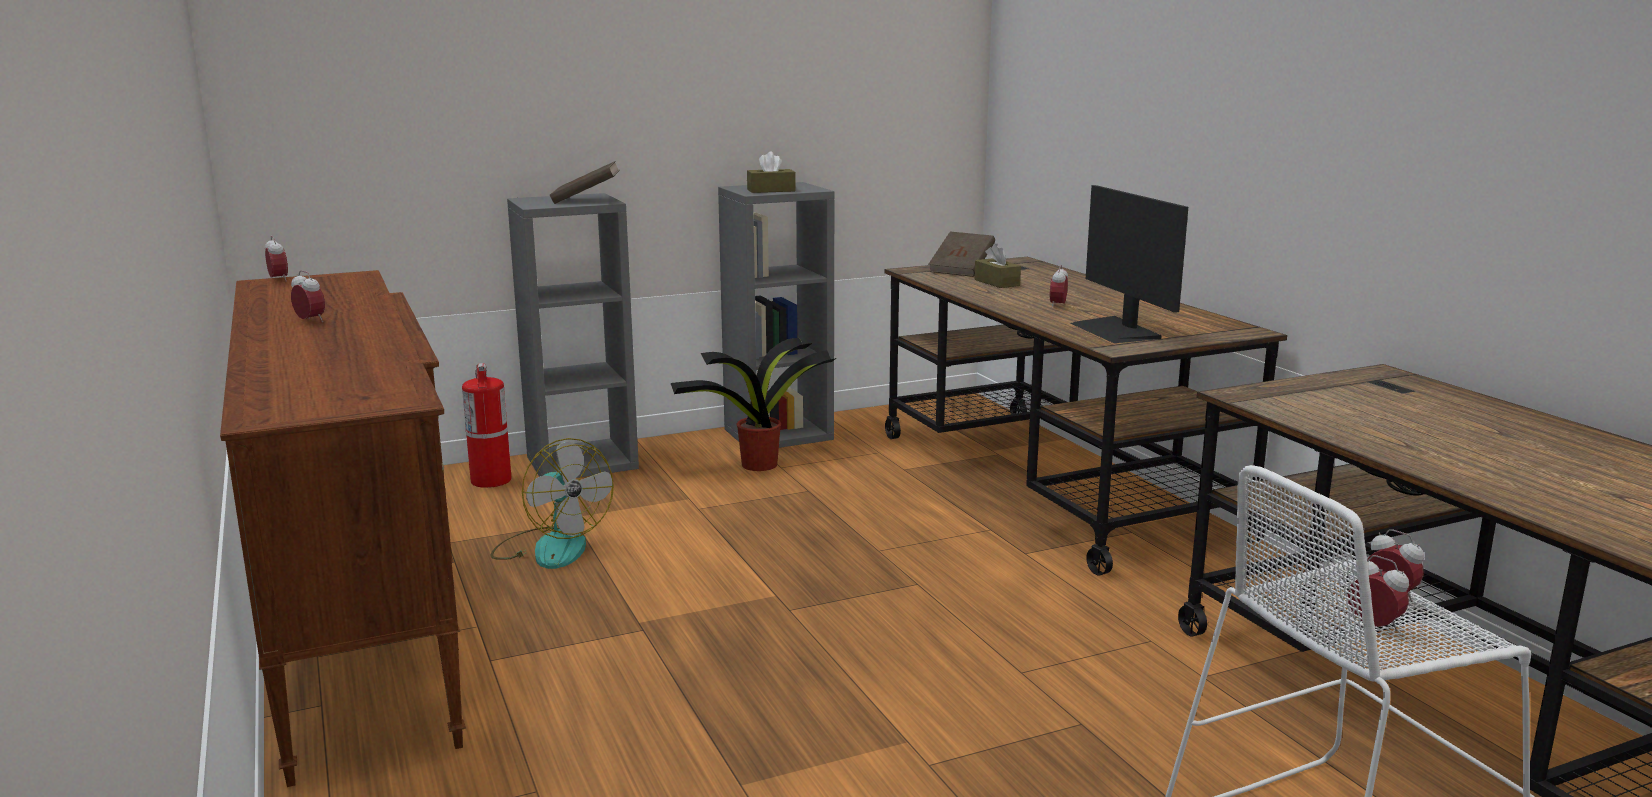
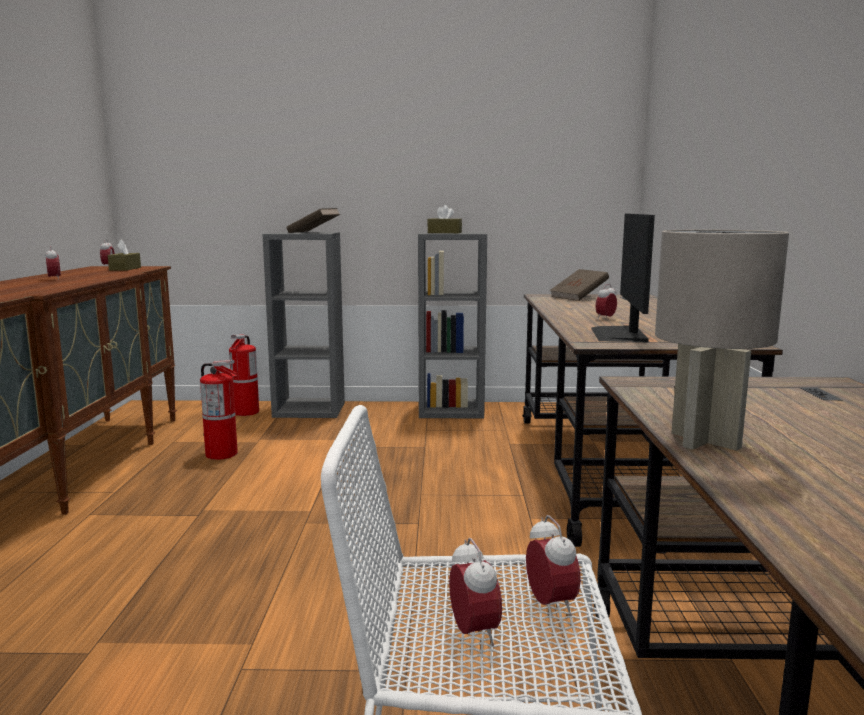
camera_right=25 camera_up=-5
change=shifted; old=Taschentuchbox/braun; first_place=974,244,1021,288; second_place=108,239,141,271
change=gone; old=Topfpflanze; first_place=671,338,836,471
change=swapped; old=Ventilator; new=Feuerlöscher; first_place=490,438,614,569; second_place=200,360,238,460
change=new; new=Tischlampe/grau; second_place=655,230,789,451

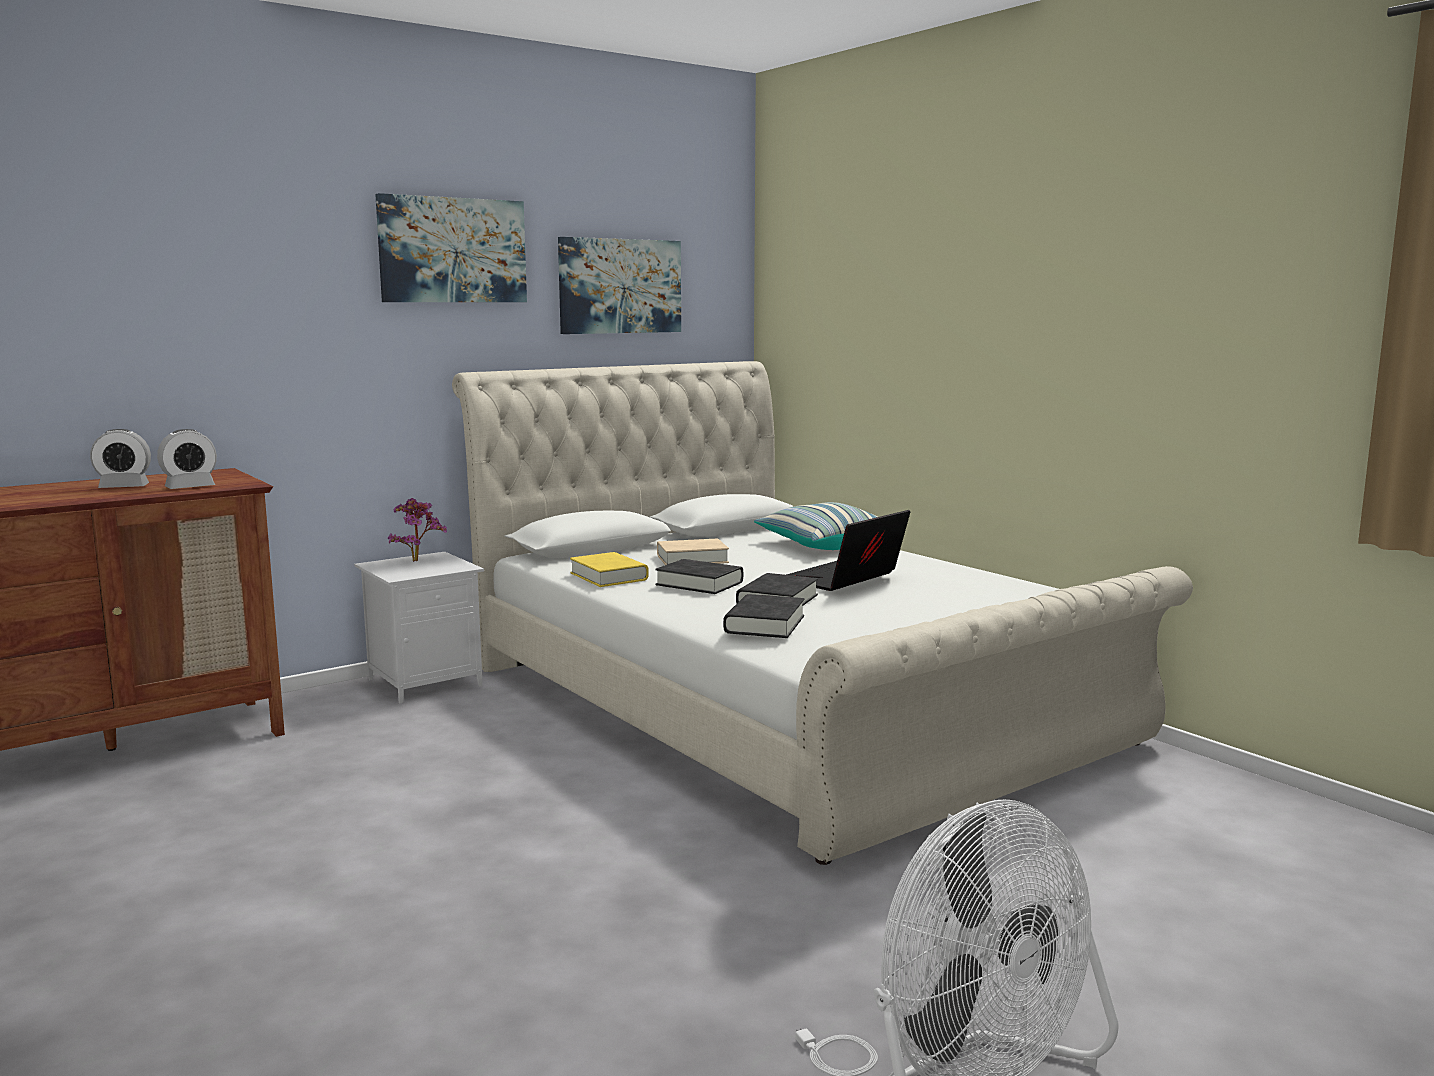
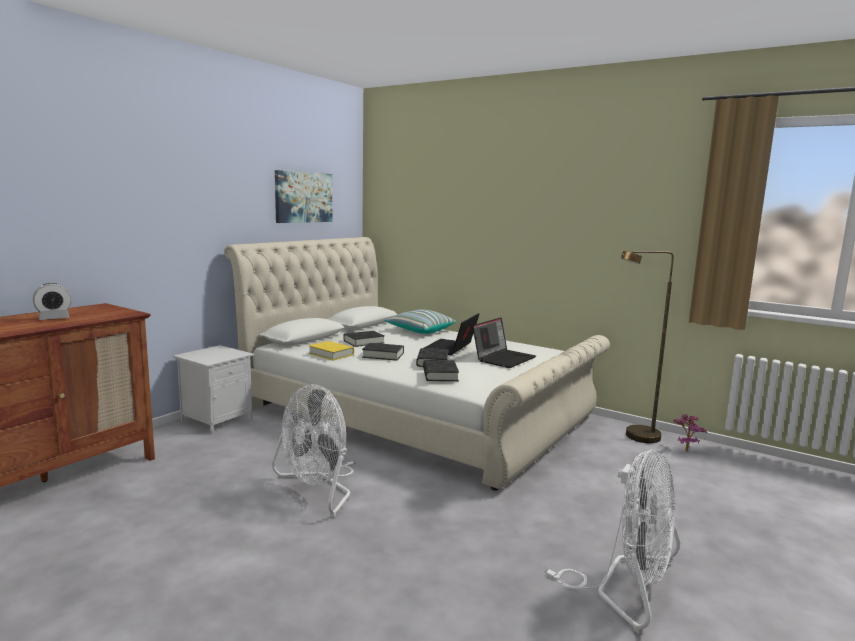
camera_right=-20 camera_up=0
change=gone; old=Bild; first_place=375,193,527,302
change=gone; old=Wecker; first_place=157,429,217,489
change=shifted; old=Topfpflanze; first_place=388,498,447,562; second_place=673,414,707,452
change=repainted; old=Buch/beige; new=Buch/schwarz; first_place=657,538,729,565; second_place=344,331,384,347
change=new; new=Stehlampe/braun; second_place=621,251,674,443
change=new; new=Laptop; second_place=472,317,536,368
change=new; new=Ventilator/weiß; second_place=271,384,355,518

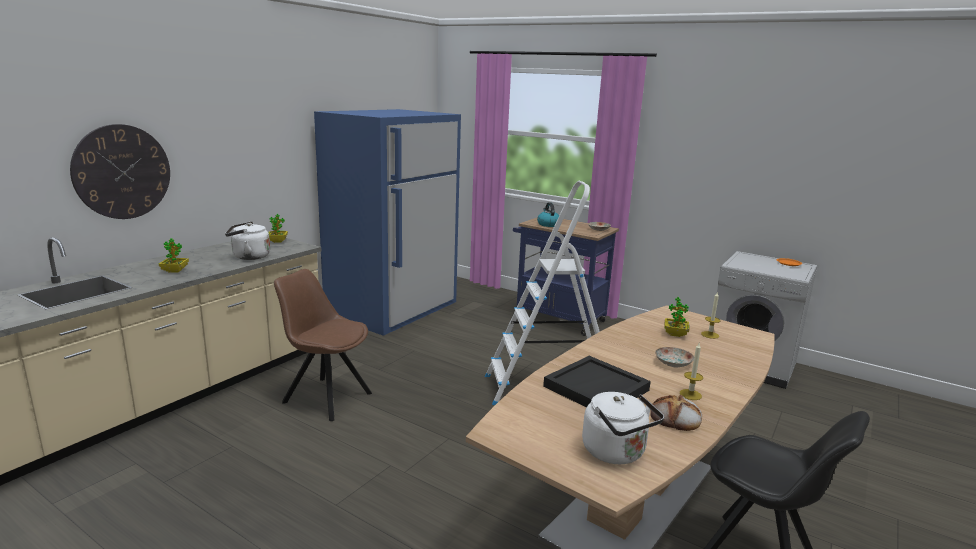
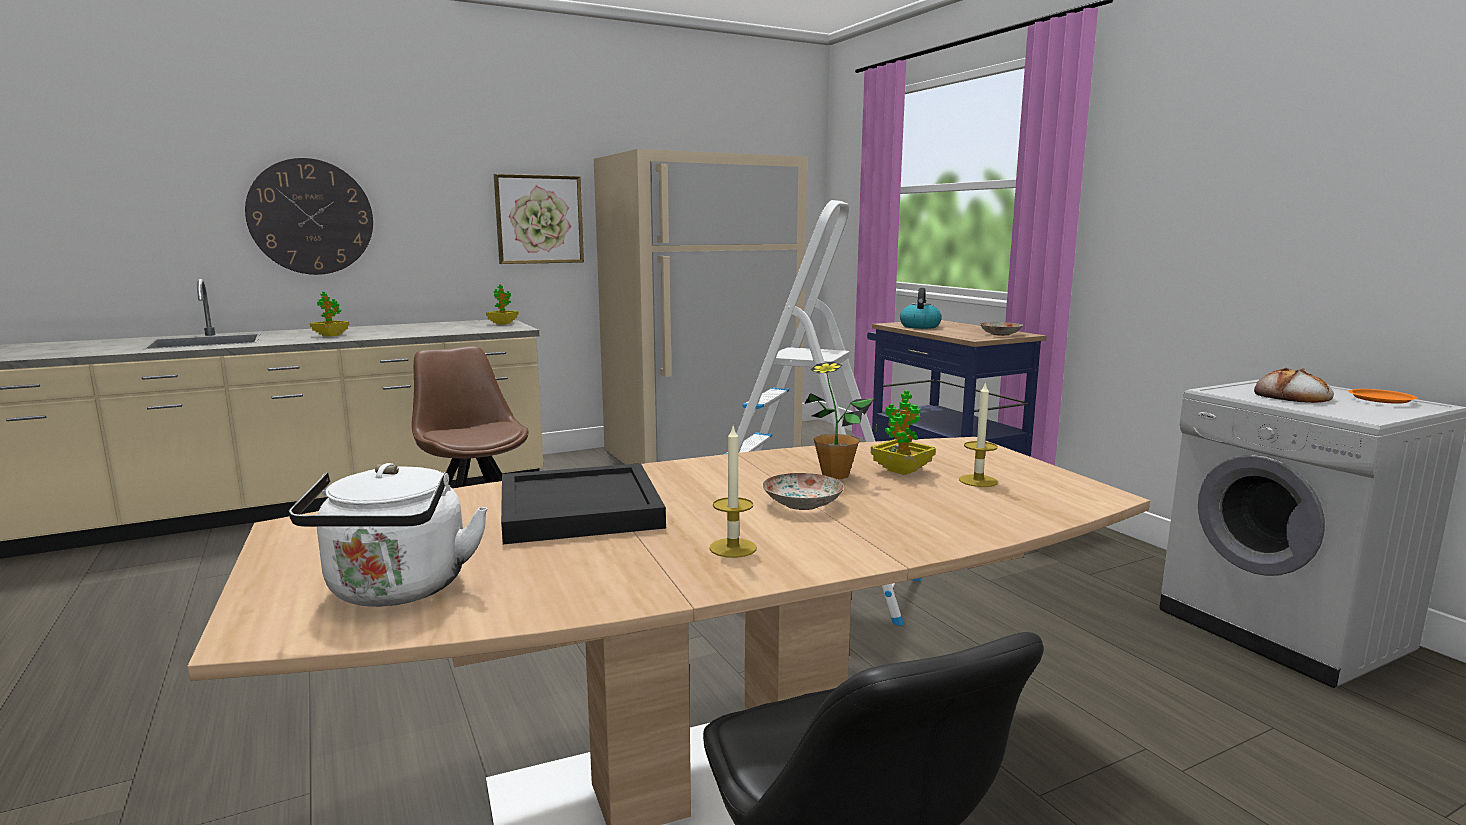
camera_right=30 camera_up=-5
change=repainted; old=Kühlschrank/blau; new=Kühlschrank/beige; first_place=314,109,461,336; second_place=594,149,807,464
change=gone; old=Wasserkessel/weiß; first_place=225,222,270,260
change=shifted; old=Brot; first_place=650,395,702,431; second_place=1254,368,1334,403
change=new; new=Bild; second_place=494,174,584,264
change=new; new=Topfpflanze; second_place=804,362,874,479

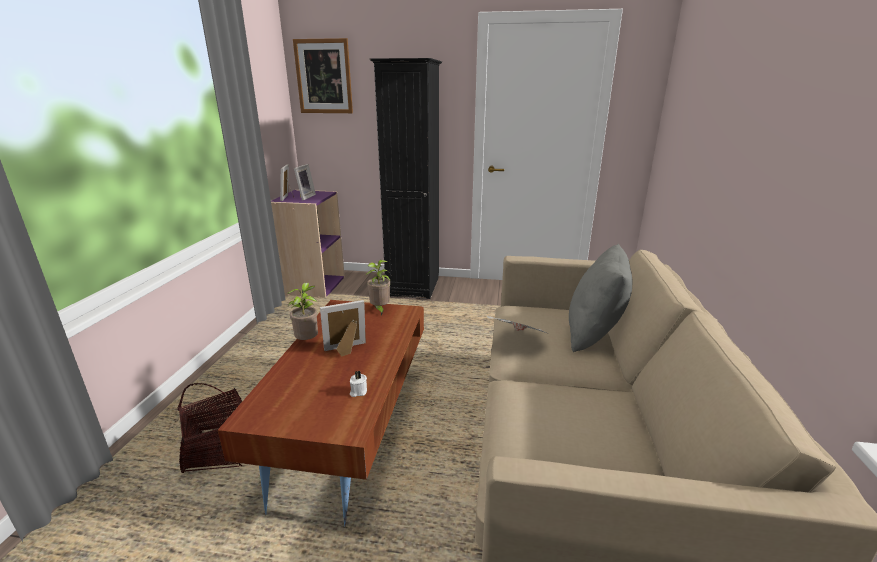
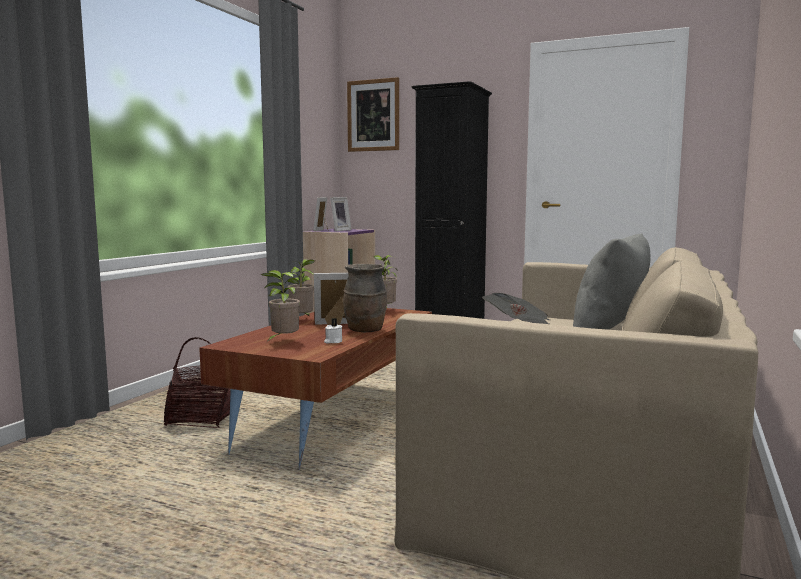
camera_right=15 camera_up=-15
change=new; new=Vase/braun; second_place=343,264,387,332
change=new; new=Topfpflanze; second_place=261,270,300,342

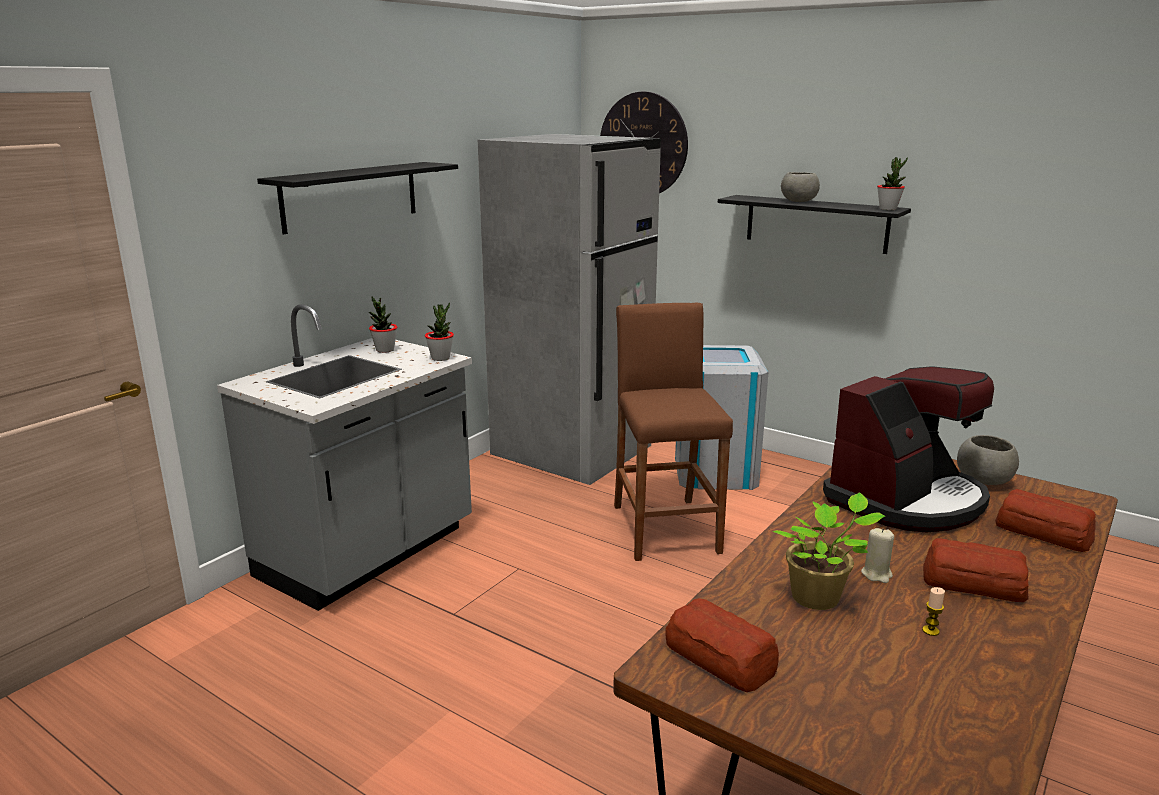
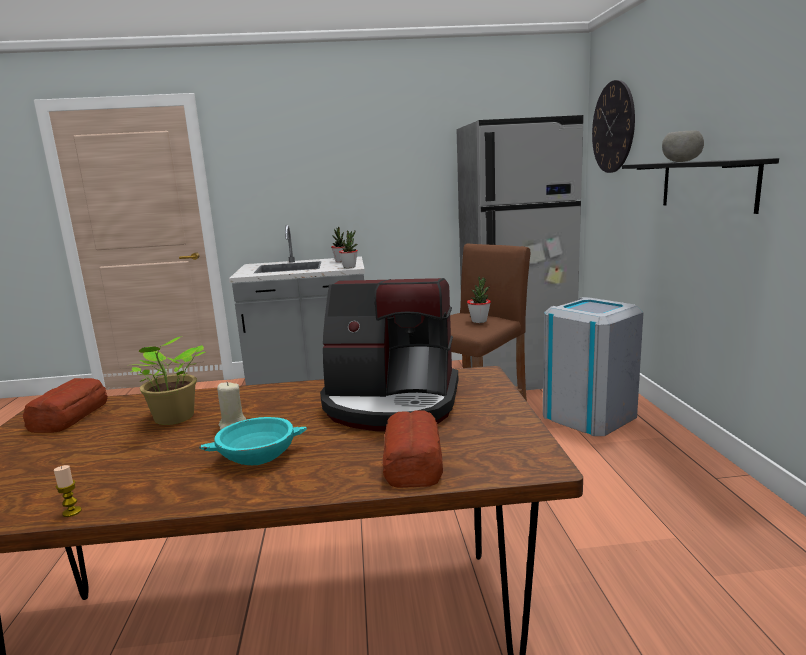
camera_right=50 camera_up=-5
change=shifted; old=Topfpflanze; first_place=877,157,908,210; second_place=467,276,491,323
change=gone; old=Wandregal/schwarz; first_place=257,162,458,235
change=gone; old=Schüssel/grau; first_place=957,435,1019,485
change=swapped; old=Brot; new=Schüssel/türkis; first_place=923,538,1029,602; second_place=199,417,307,465
change=shifted; old=Kerze; first_place=922,587,945,636; second_place=54,465,82,517

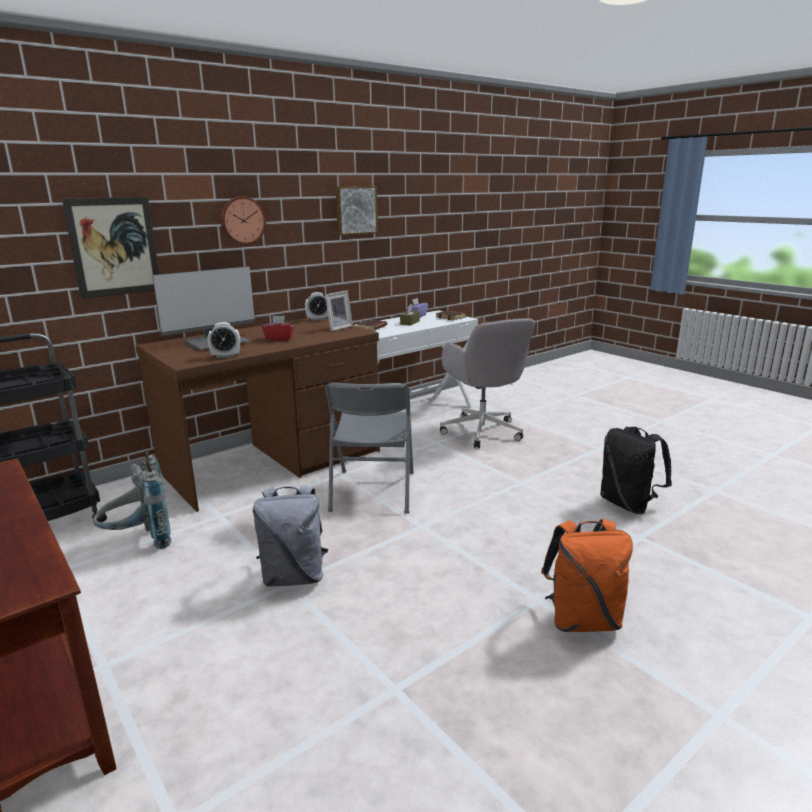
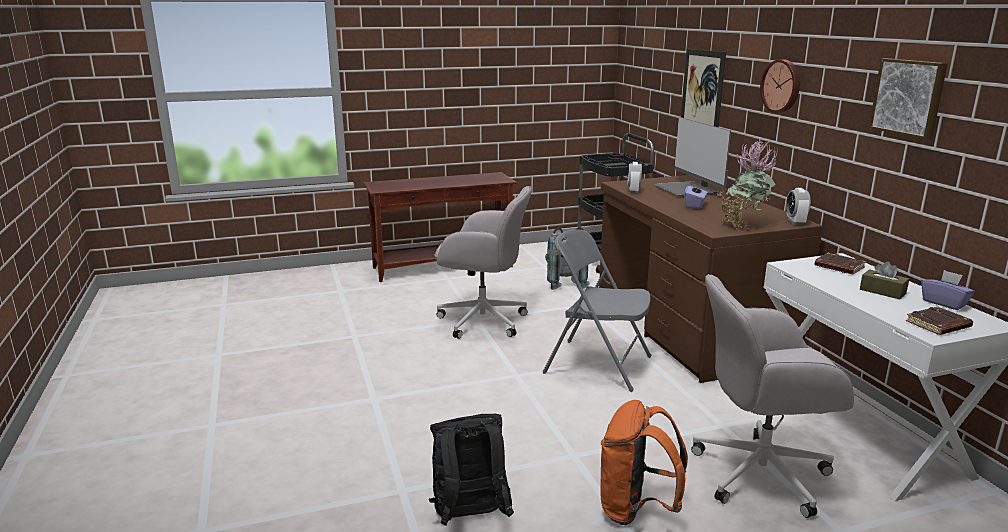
camera_right=110 camera_up=0
change=swapped; old=Bilderrahmen; new=Topfpflanze; first_place=325,290,353,331; second_place=717,141,778,229
change=repainted; old=Taschentuchbox/rot; new=Taschentuchbox/lila; first_place=262,316,295,340; second_place=684,183,707,209
change=swapped; old=Rucksack/grau; new=Bürostuhl/grau; first_place=253,485,328,587; second_place=434,186,532,339
change=shifted; old=Rucksack/orange; first_place=541,519,633,632; second_place=600,400,688,525

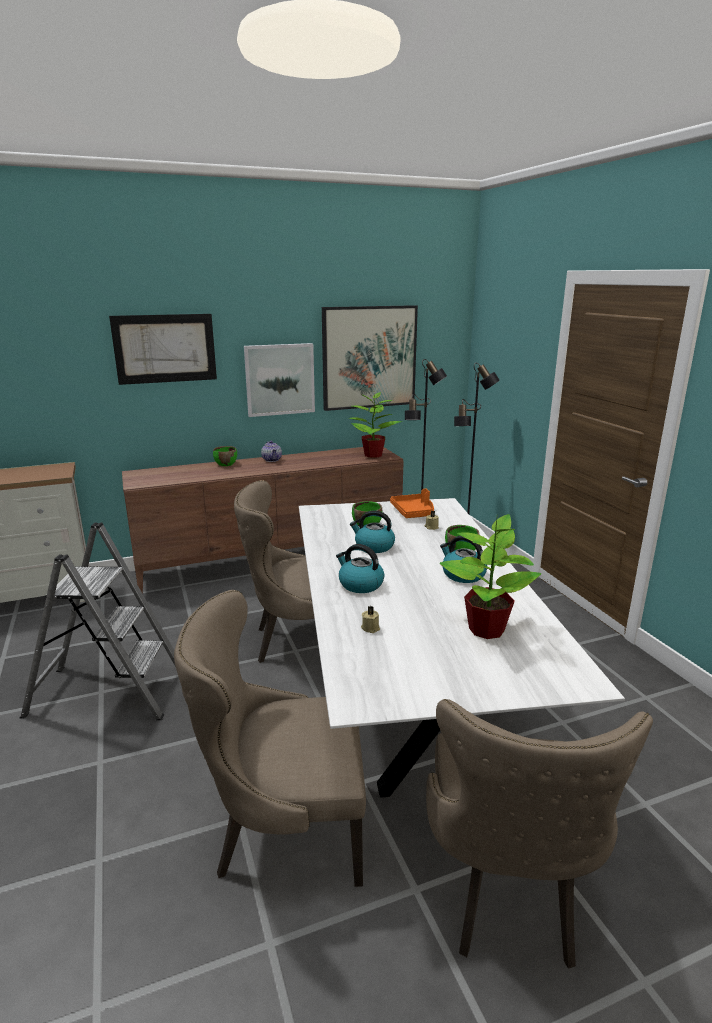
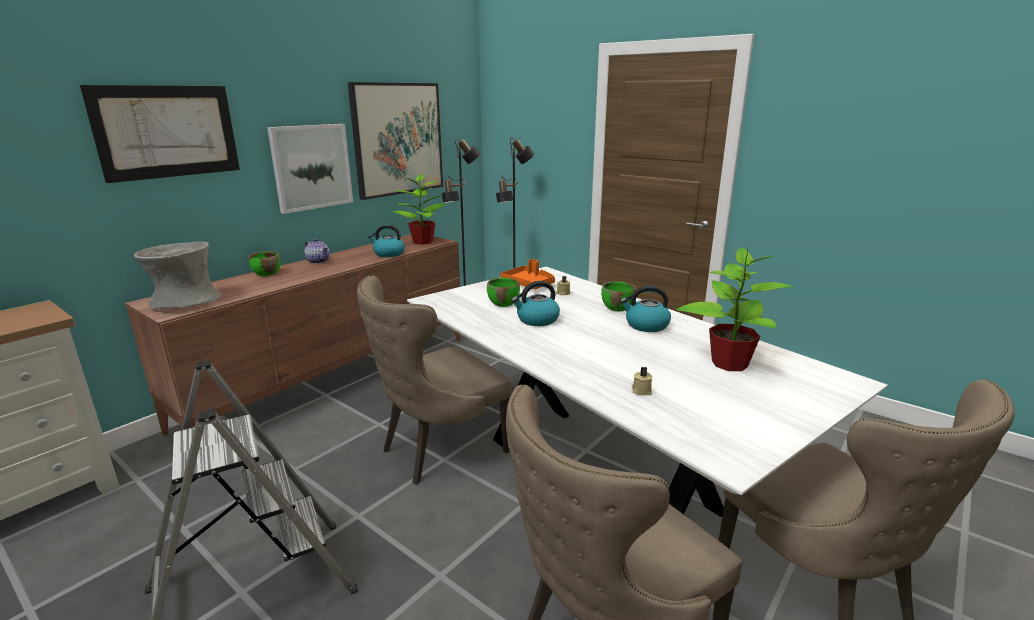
camera_right=-30 camera_up=0
change=shifted; old=Wasserkessel; first_place=336,544,385,593; second_place=368,225,405,257
change=new; new=Vase/grau; second_place=134,241,221,310

